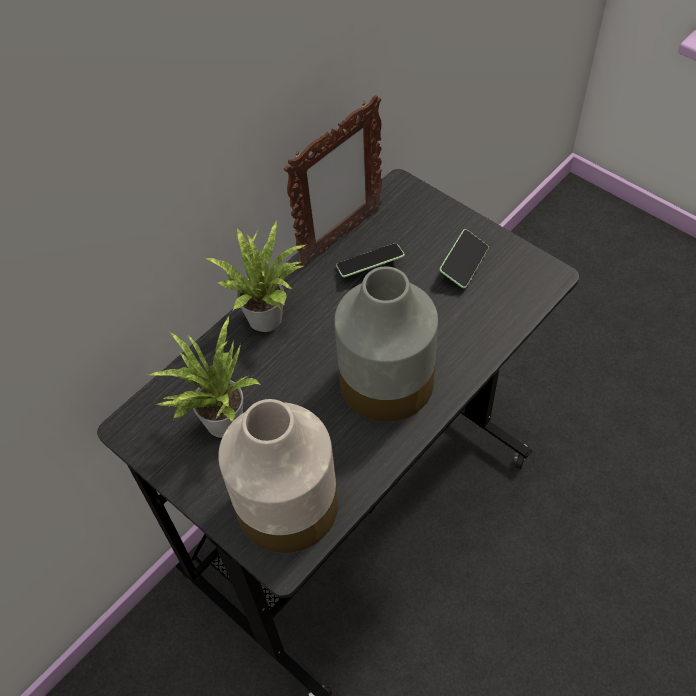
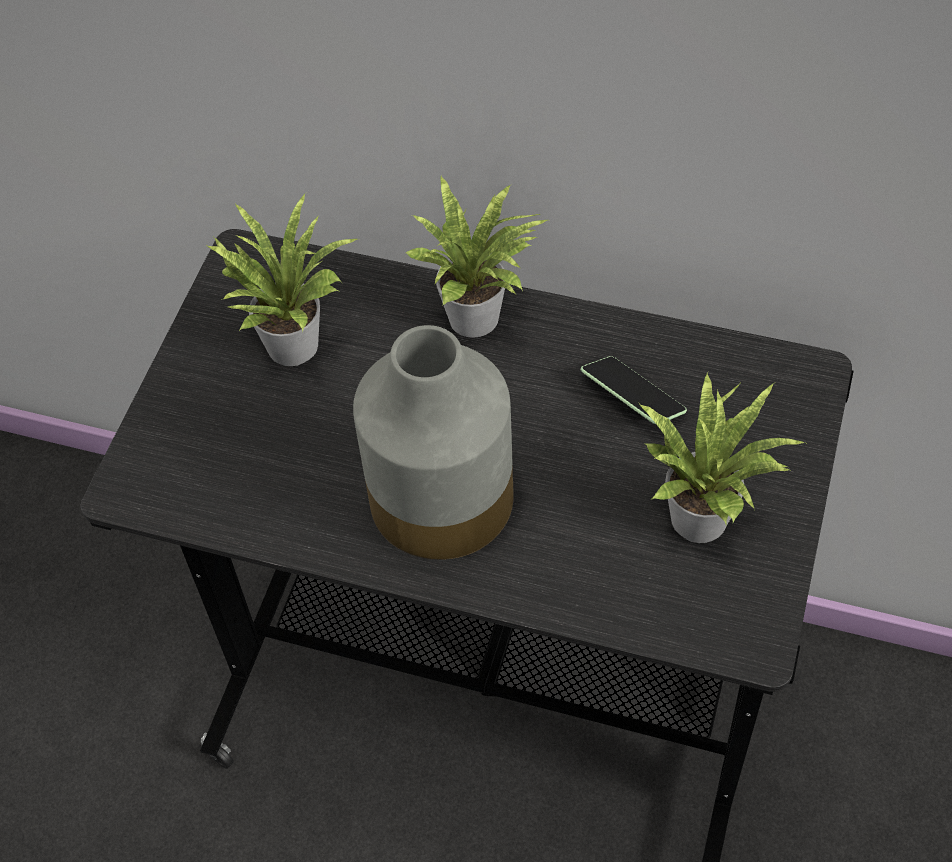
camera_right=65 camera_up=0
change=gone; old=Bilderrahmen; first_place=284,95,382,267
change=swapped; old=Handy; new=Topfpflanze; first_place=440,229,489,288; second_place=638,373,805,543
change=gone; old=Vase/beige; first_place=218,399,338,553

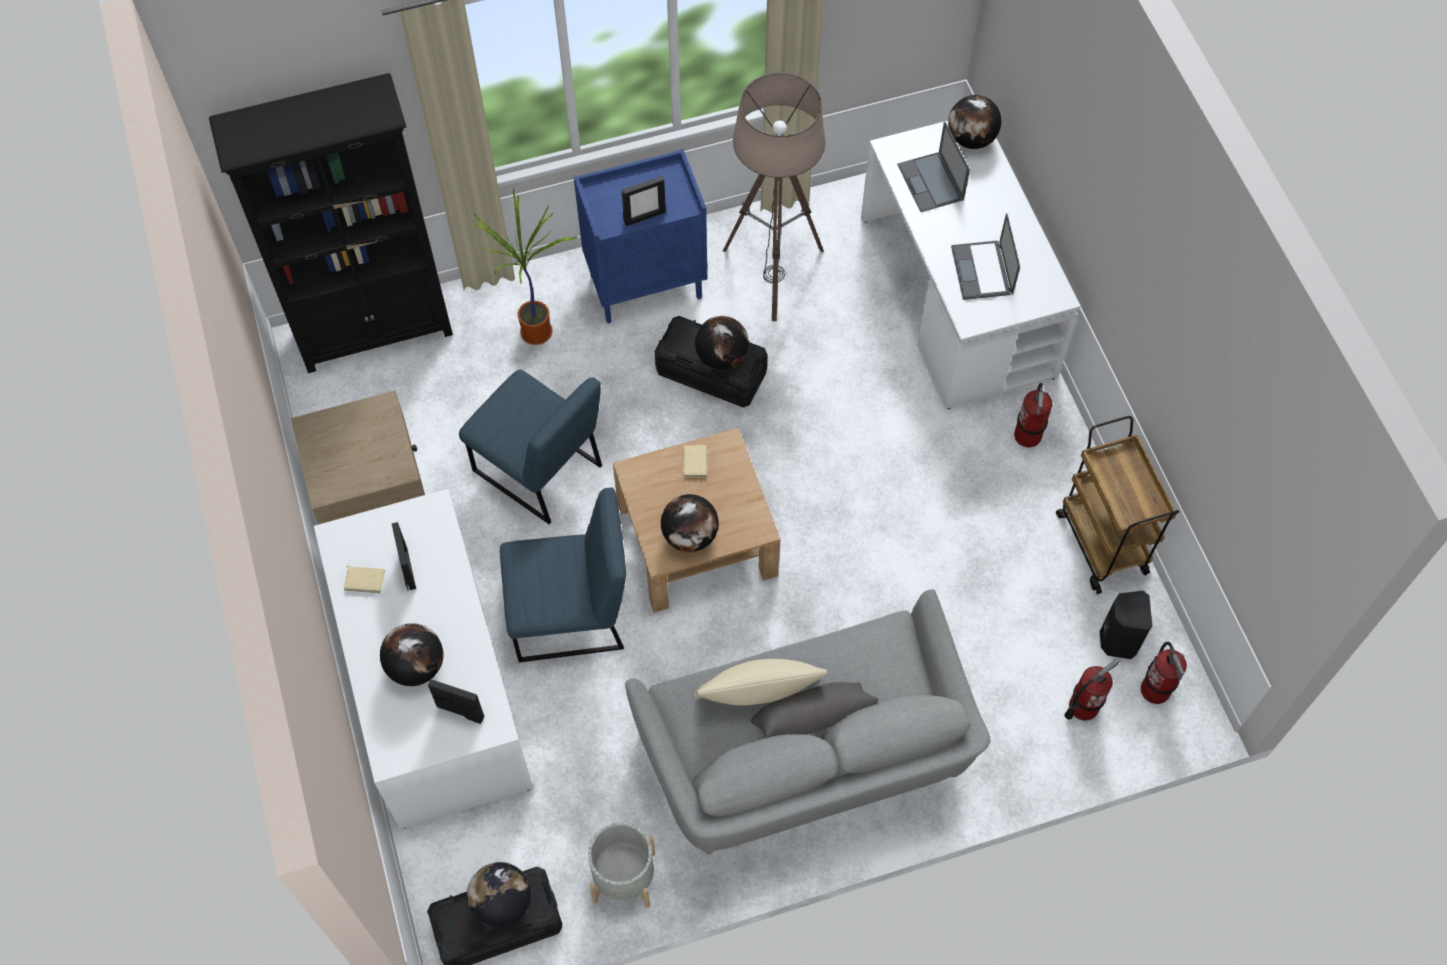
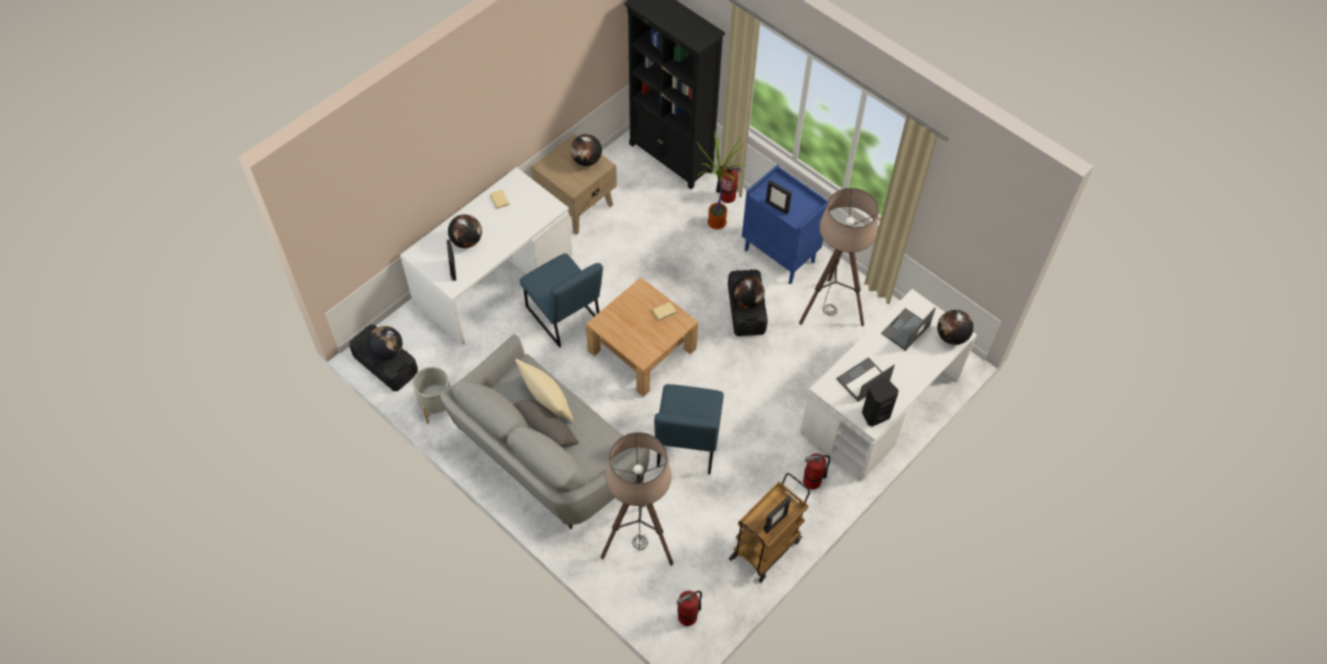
camera_right=60 camera_up=-5
change=shifted; old=Stuhl/blau; first_place=459,370,602,524; second_place=654,384,724,474
change=shifted; old=Globus; first_place=661,494,719,552; second_place=570,134,602,166
change=shifted; old=Bilderrahmen; first_place=392,522,416,590; second_place=763,497,791,533
change=shifted; old=Lautsprecher/schwarz; first_place=1099,591,1152,659; second_place=862,378,898,427
change=shifted; old=Feuerlöscher; first_place=1065,658,1120,720; second_place=716,164,742,203
change=new; new=Stehlampe; second_place=601,432,674,566

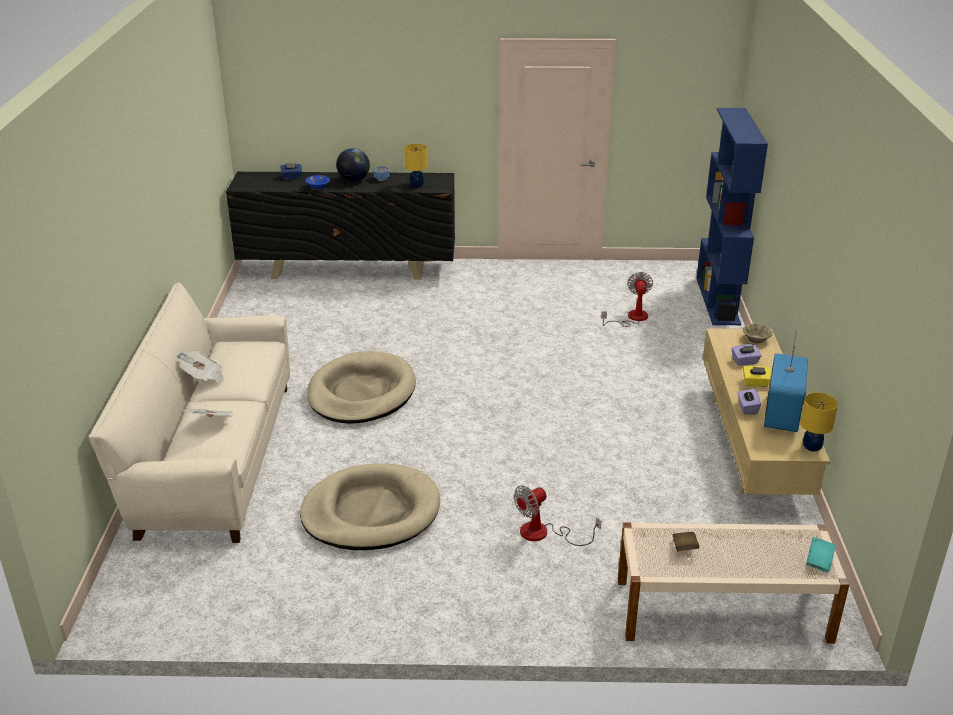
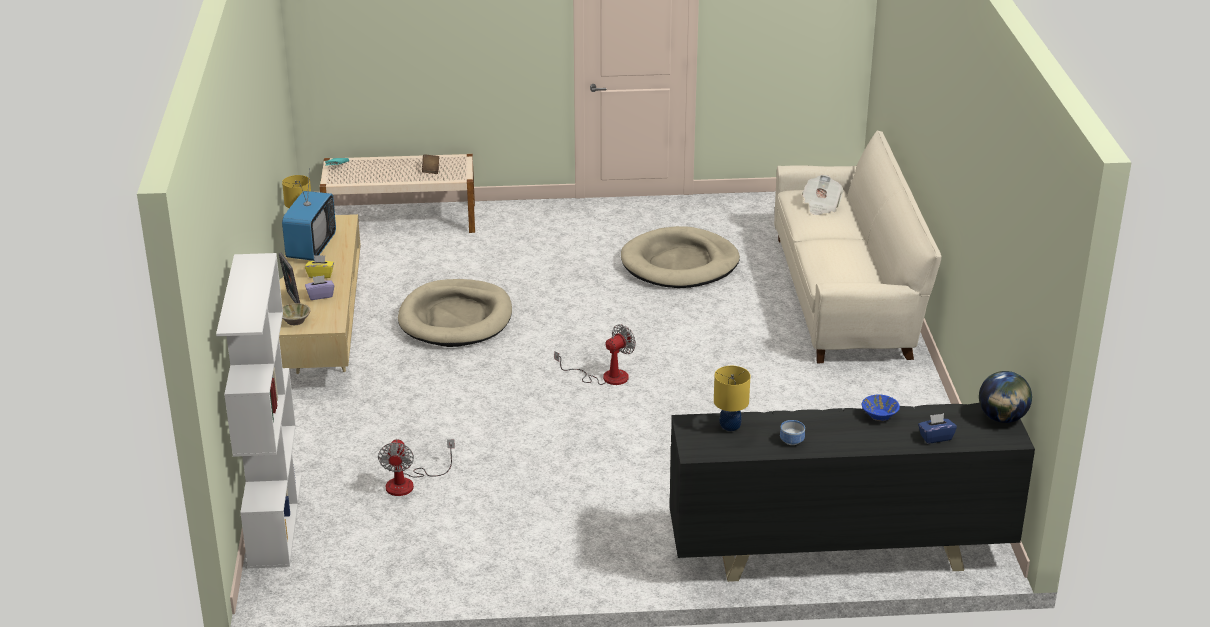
camera_right=175 camera_up=0
change=repainted; old=Bücherregal/blau; new=Bücherregal/weiß; first_place=696,108,768,325; second_place=216,253,301,569
change=shifted; old=Globus; first_place=336,148,370,182; second_place=979,371,1032,423
change=gone; old=Zeitung; first_place=176,351,224,381
change=shifted; old=Hundebett/beige; first_place=307,351,416,423; second_place=398,279,512,347
change=gone; old=Taschentuchbox/lila; first_place=738,389,761,414
change=shifted; old=Ventilator; first_place=514,485,601,546; second_place=554,324,636,385
change=new; new=Bilderrahmen; second_place=278,253,300,303

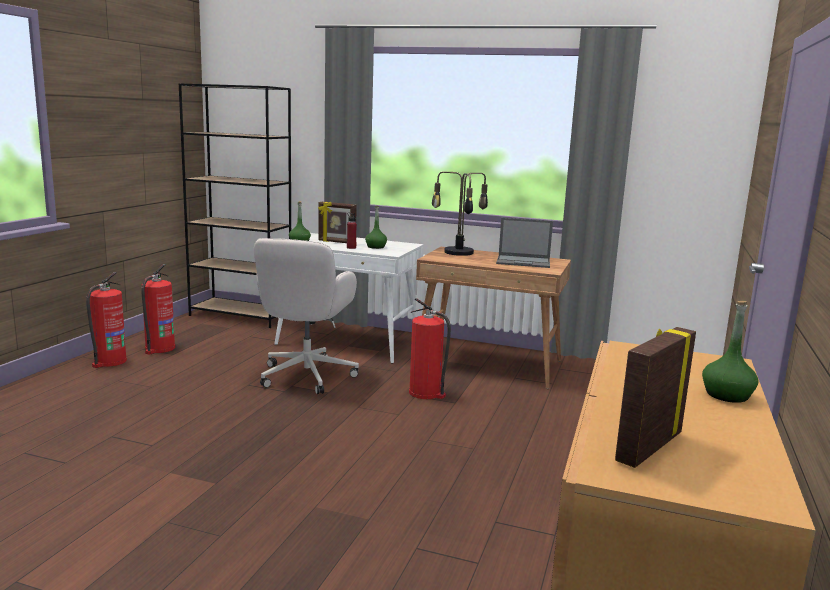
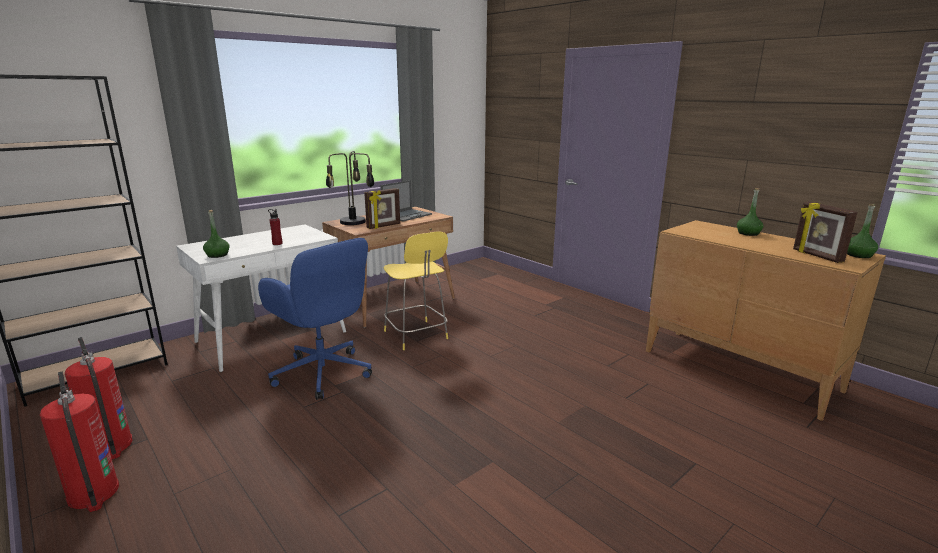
camera_right=-60 camera_up=5
change=shifted; old=Bilderrahmen; first_place=318,202,357,243; second_place=364,188,400,229
change=shifted; old=Flasche/grün; first_place=365,206,387,249; second_place=847,204,878,258
change=repainted; old=Bürostuhl/weiß; new=Bürostuhl/blau; first_place=254,238,359,394; second_place=258,238,372,400
change=swapped; old=Feuerlöscher; new=Hocker/gelb; first_place=409,298,451,399; second_place=383,232,448,350

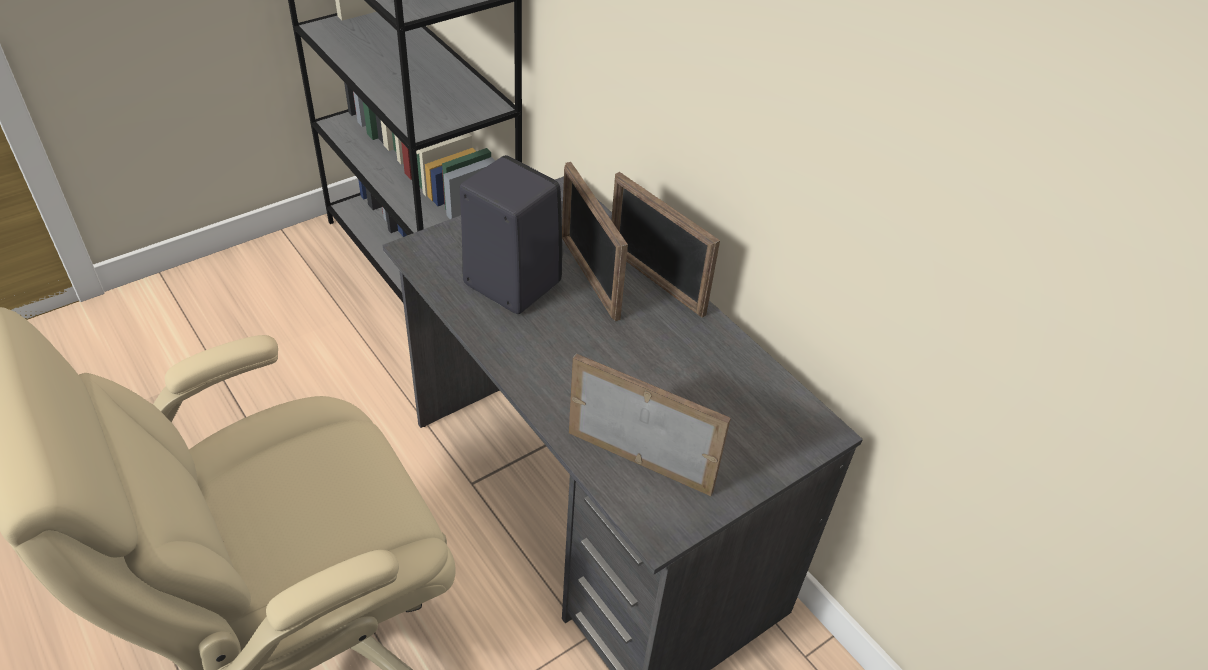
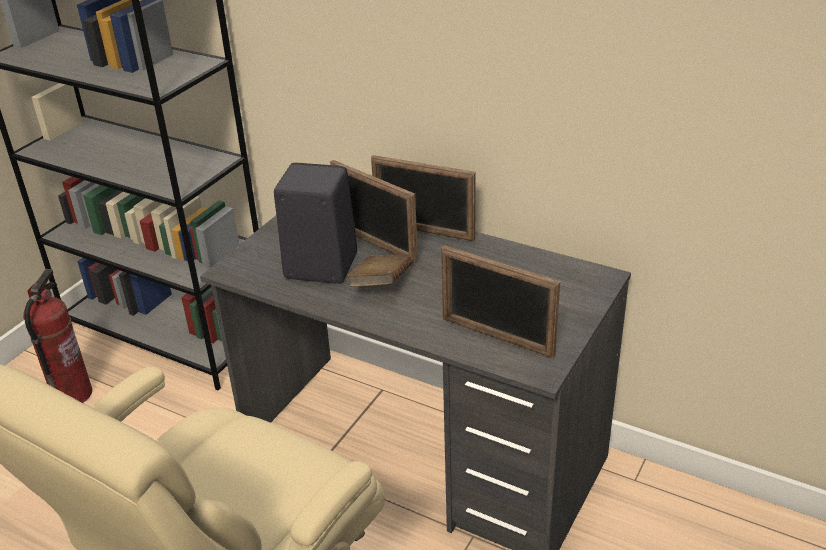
camera_right=-20 camera_up=-10
change=rotated; old=Bilderrahmen; first_place=569,354,731,496; second_place=441,245,560,358; degrees=-150
change=new; new=Buch/braun; second_place=347,255,412,287
change=new; new=Feuerlöscher; second_place=23,269,92,403

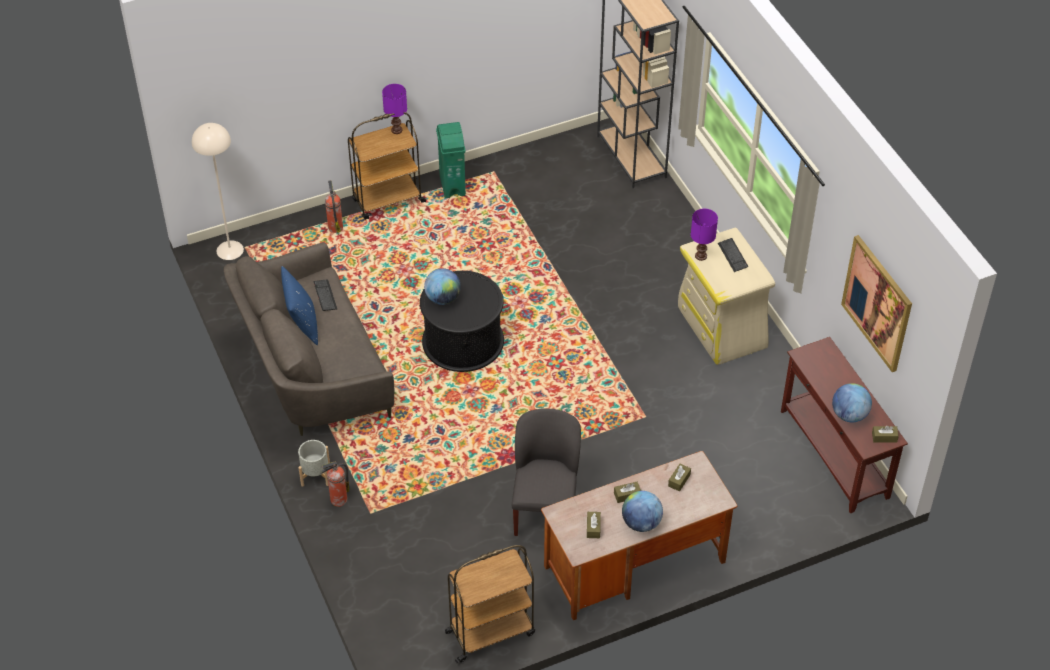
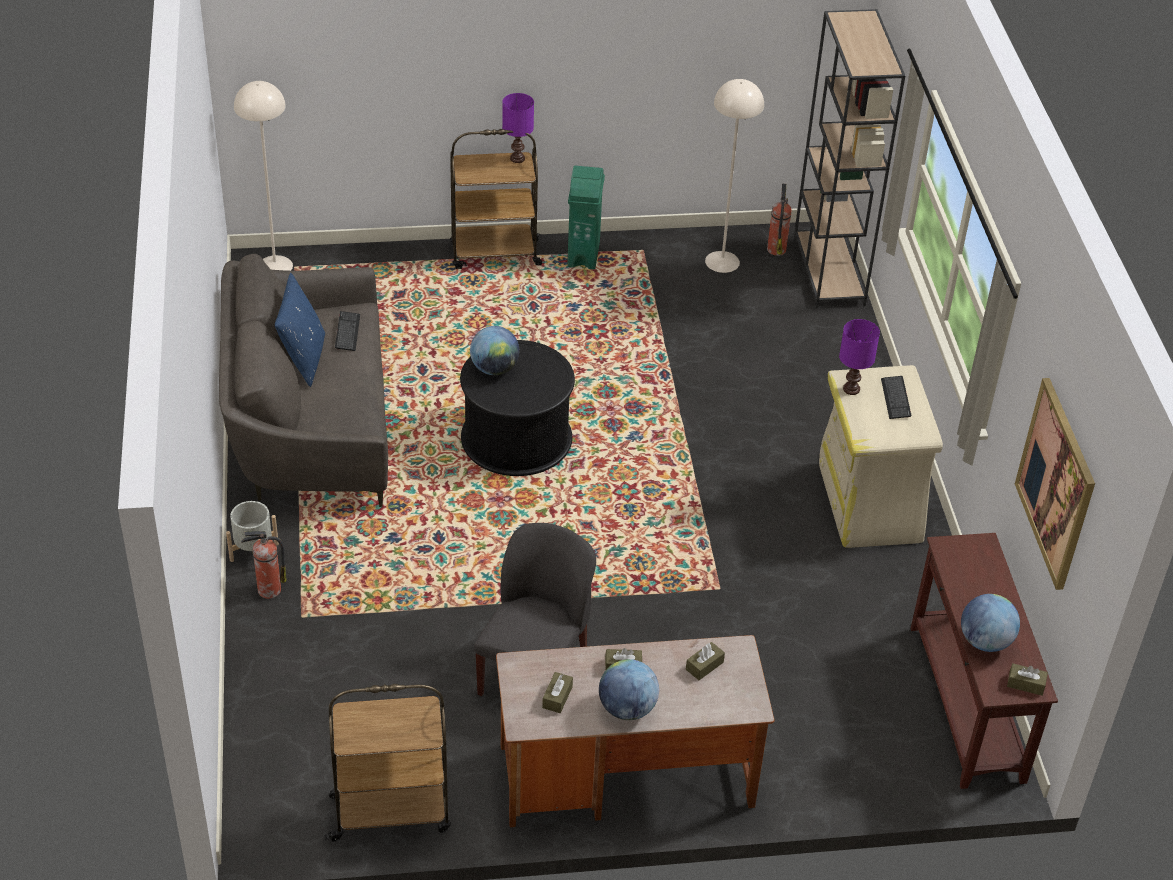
camera_right=15 camera_up=-5
change=shifted; old=Feuerlöscher; first_place=325,180,343,233; second_place=767,184,792,256
change=new; new=Stehlampe/beige; second_place=705,79,764,273

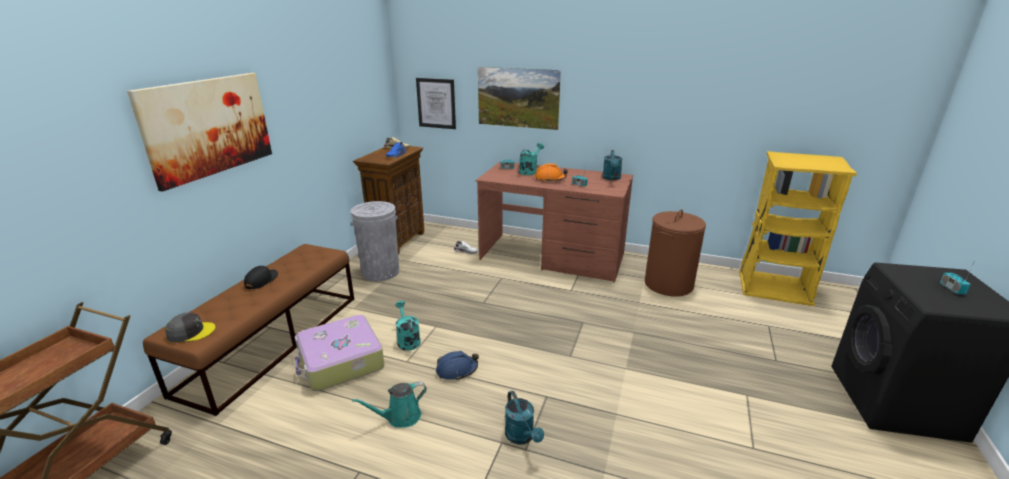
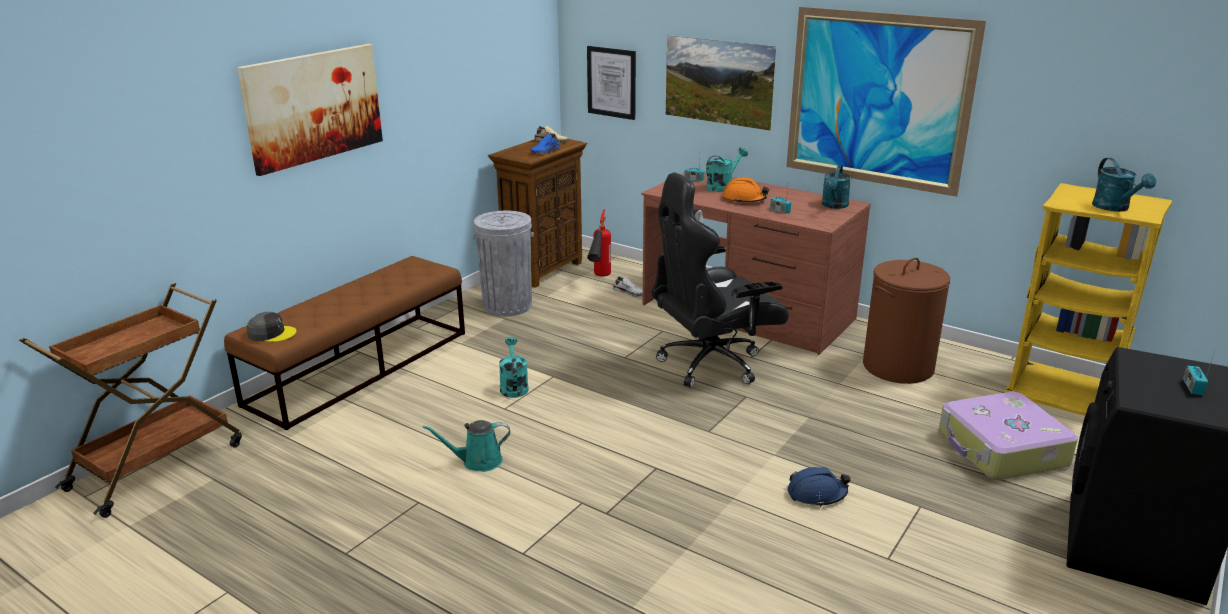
camera_right=15 camera_up=0
change=gone; old=Kappe/schwarz; first_place=244,266,278,289
change=shifted; old=Koffer; first_place=295,315,384,391; second_place=939,392,1078,480
change=shifted; old=Schutzhelm/blau; first_place=436,351,479,381; second_place=788,467,851,507
change=shifted; old=Gießkanne/türkis; first_place=505,391,544,444; second_place=1092,158,1156,212
change=new; new=Bild; second_place=786,7,986,197
change=new; new=Bürostuhl/schwarz; second_place=651,173,789,387
change=new; new=Feuerlöscher; second_place=587,209,611,277

